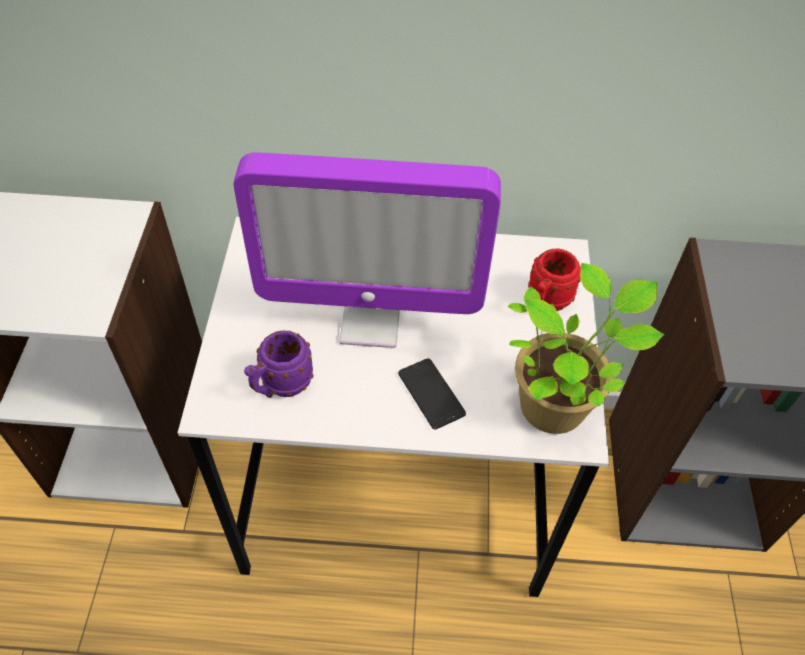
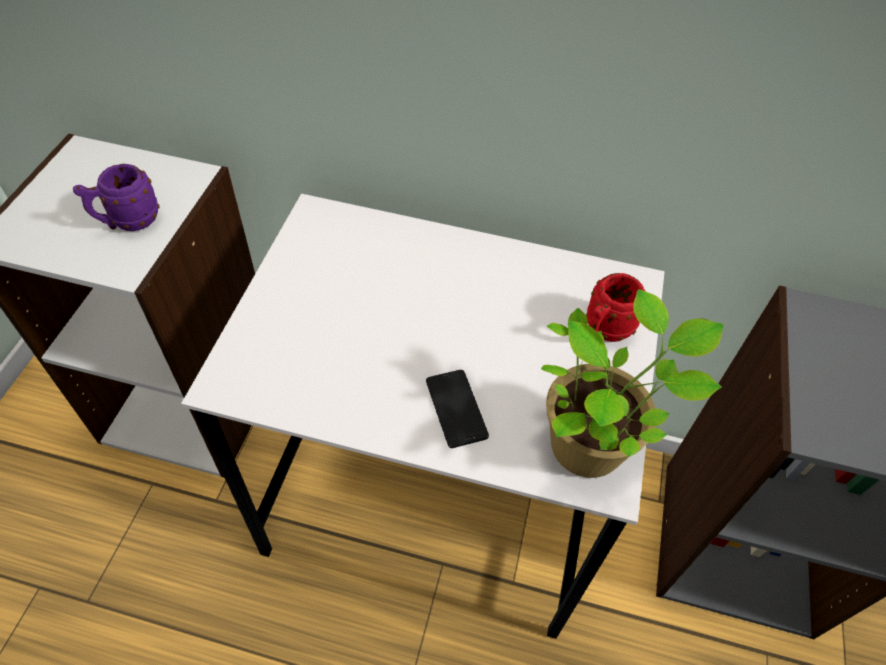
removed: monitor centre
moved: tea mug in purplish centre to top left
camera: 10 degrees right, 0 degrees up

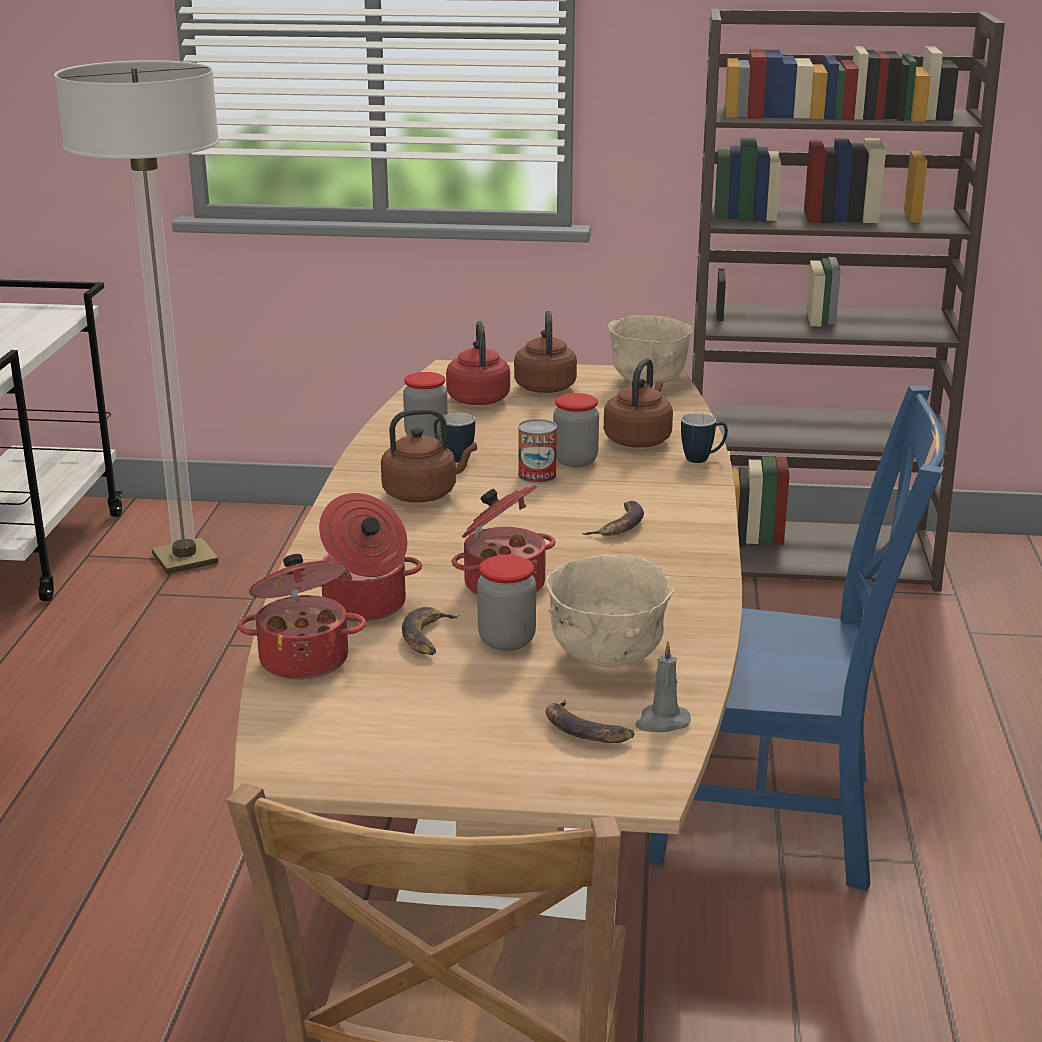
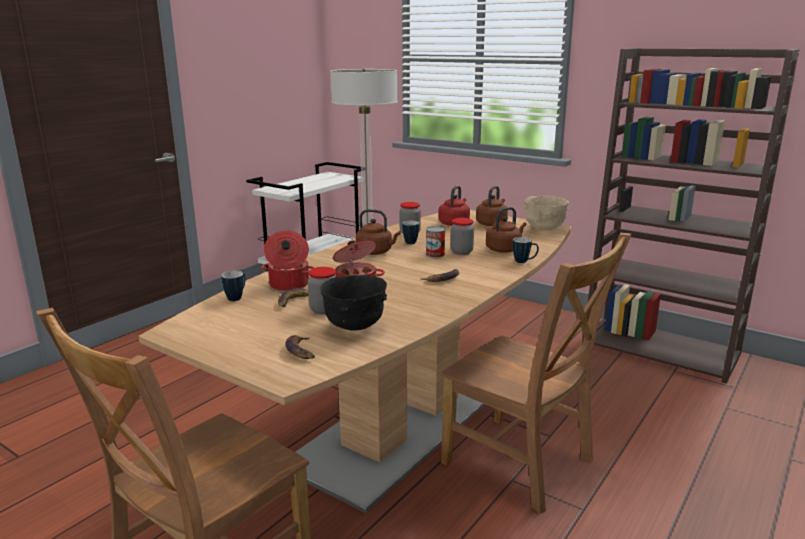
removed: candle in gray centre
replaced: stockpot (1st from left) middle left to tea mug (1st from left) middle left
recoloured: upright chair in bluish middle right to upright chair in brown-coloured (2nd from left) bottom centre; serving bowl in sand-coloured (1st from left) centre to serving bowl in black centre
camera: 30 degrees right, 5 degrees down

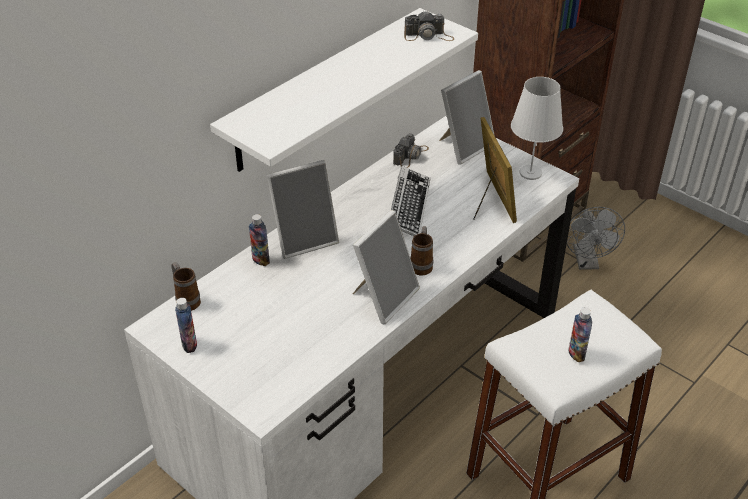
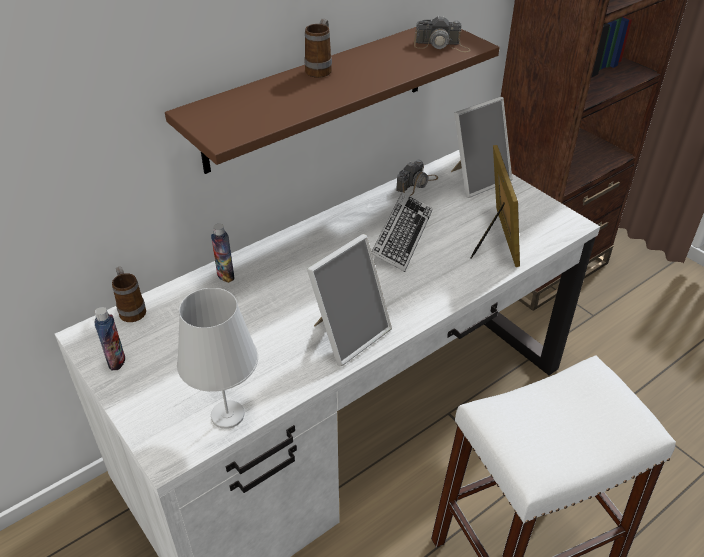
removed: photo frame (1st from left) centre; cooling fan in gray middle right; drink bottle (3rd from left) bottom right
moved: lamp for a table in whitish top right to middle left; tea mug (2nd from left) centre to top centre
recoloured: bracket shelf in whitish top centre to bracket shelf in brown-coloured top centre
camera: 10 degrees right, 0 degrees up

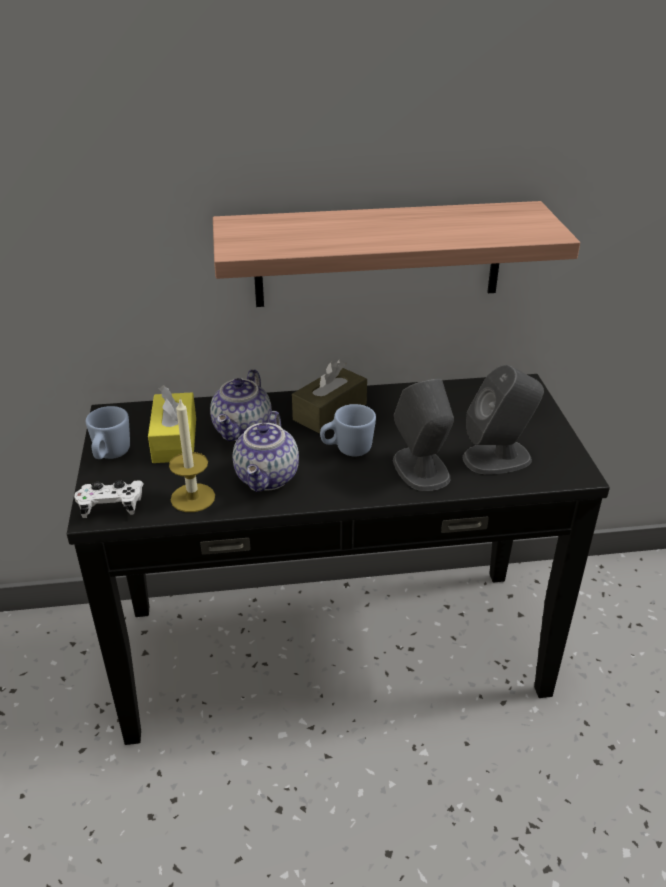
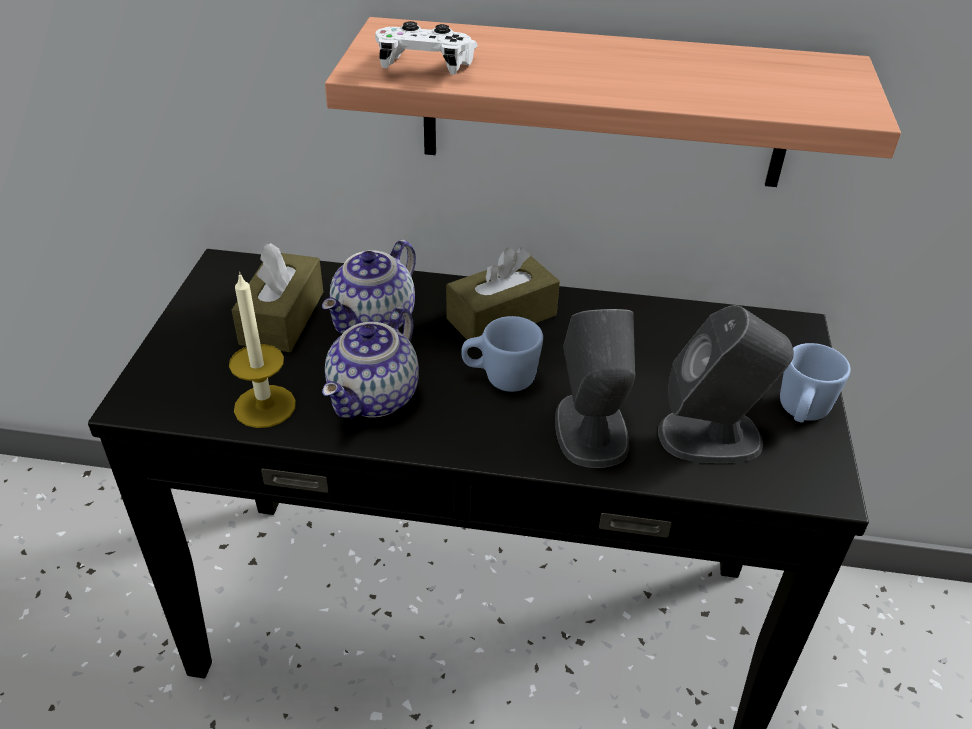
moved: tea mug in bluish (1st from left in the first image) middle left to tea mug in bluish (2nd from left) middle right; game controller in whitish middle left to top centre
recoloured: tissue holder in yellow-coloured middle left to tissue holder in brown-coloured (1st from left) middle left
camera: 15 degrees right, 5 degrees up

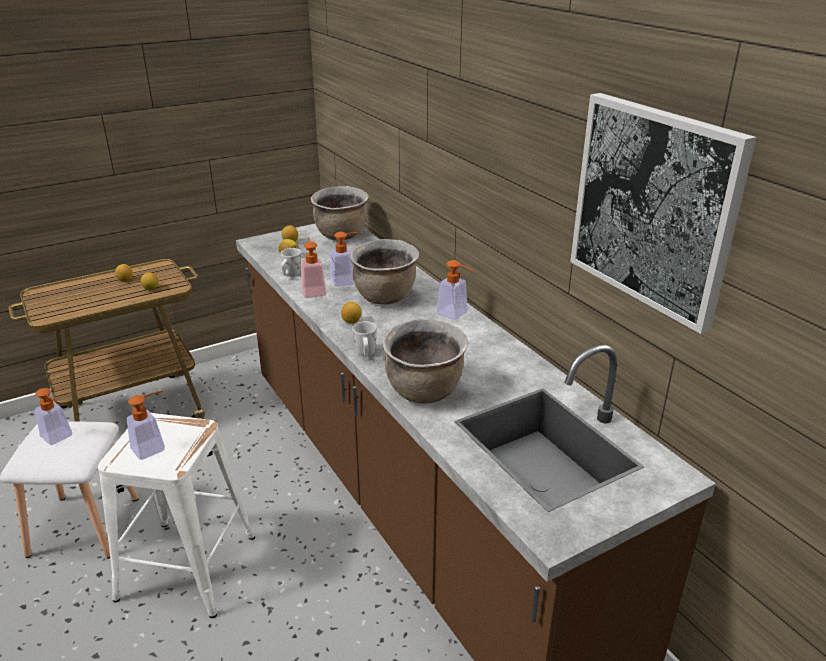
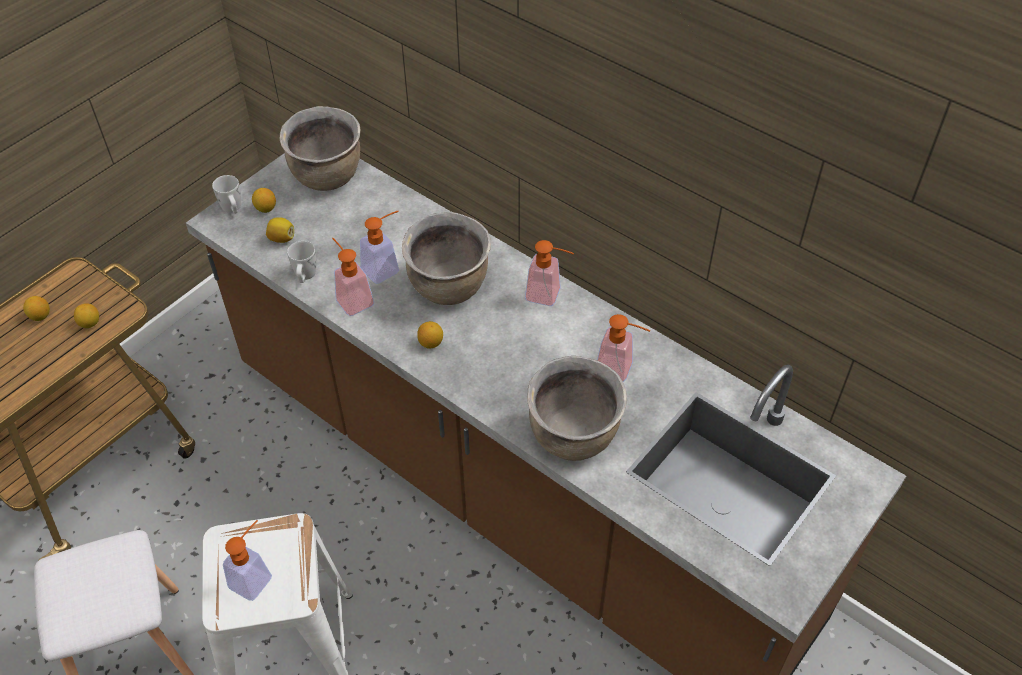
removed: picture top right
moved: tea mug in whitish (2nd from left in the first image) centre to tea mug in whitish (1st from left) top left; liquid soap bottle (1st from left in the first image) middle left to liquid soap bottle (5th from left) centre
camera: 20 degrees left, 20 degrees up

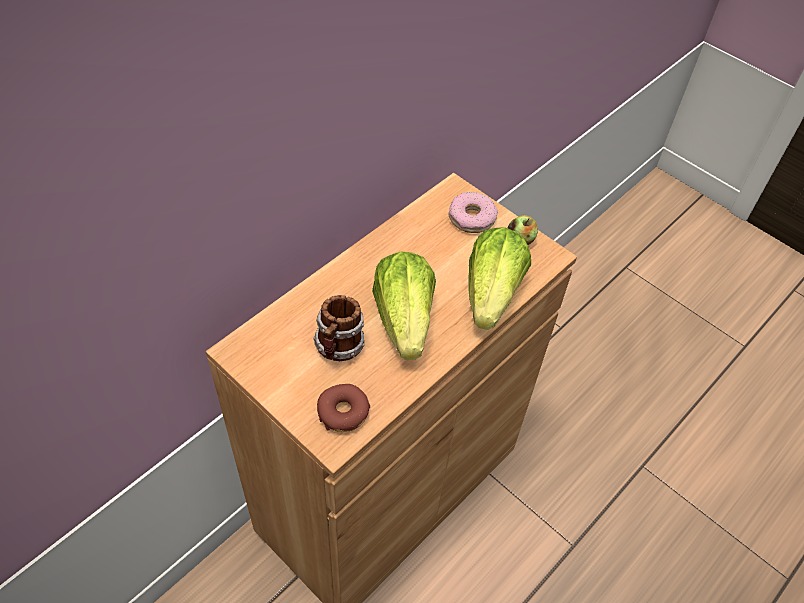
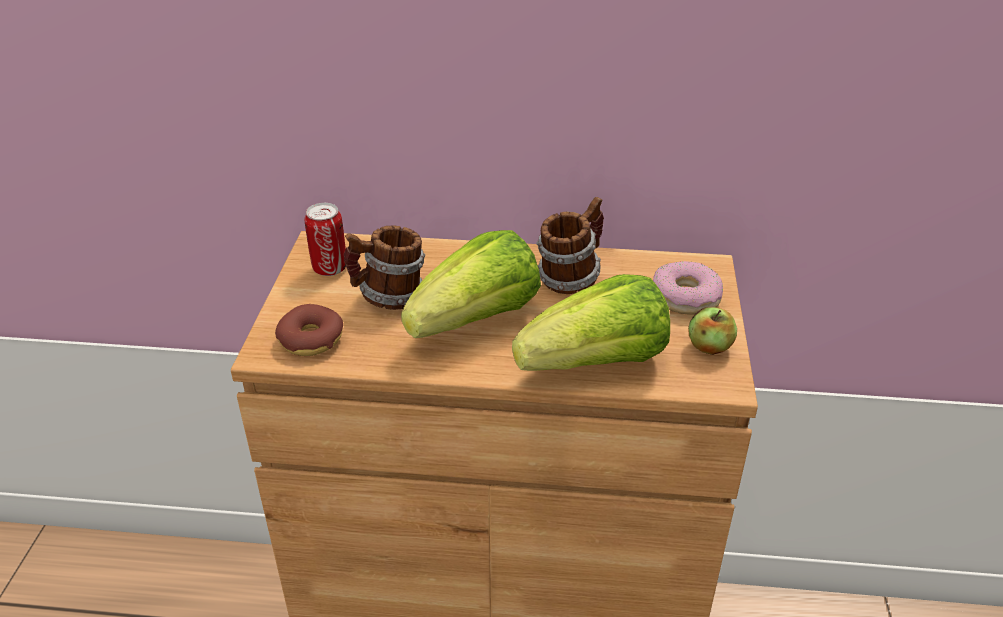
added: tea mug (2nd from left) centre; sealed can middle left
camera: 55 degrees right, 15 degrees down

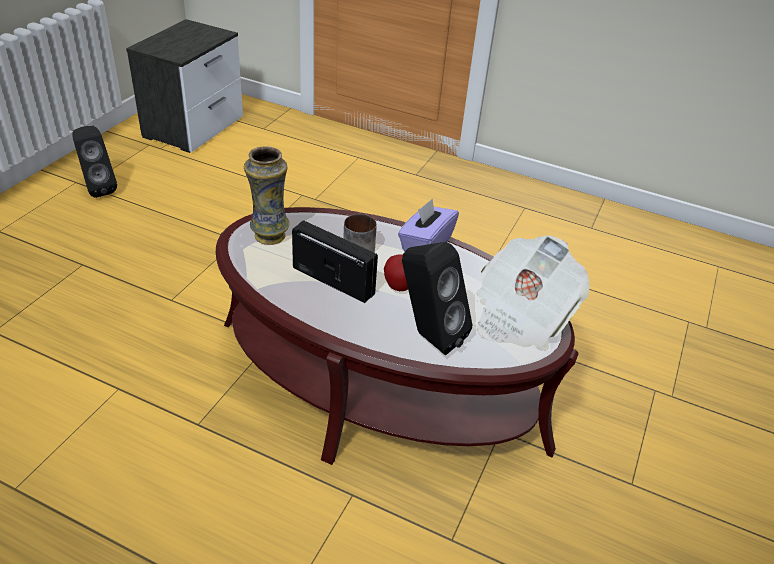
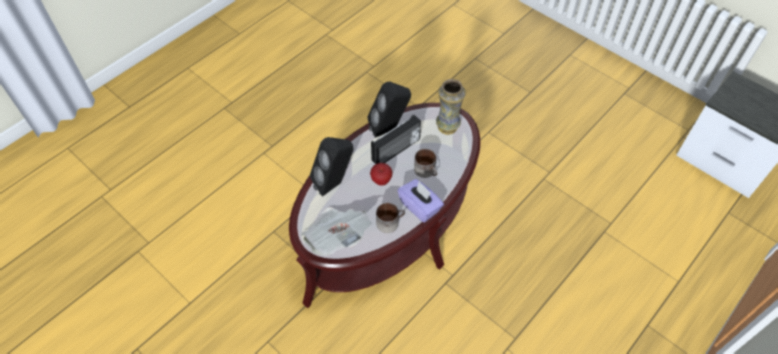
added: tea mug (1st from left) centre
moved: audio speaker in black (1st from left in the first image) top left to audio speaker in black (2nd from left) top centre
camera: 110 degrees right, 15 degrees up

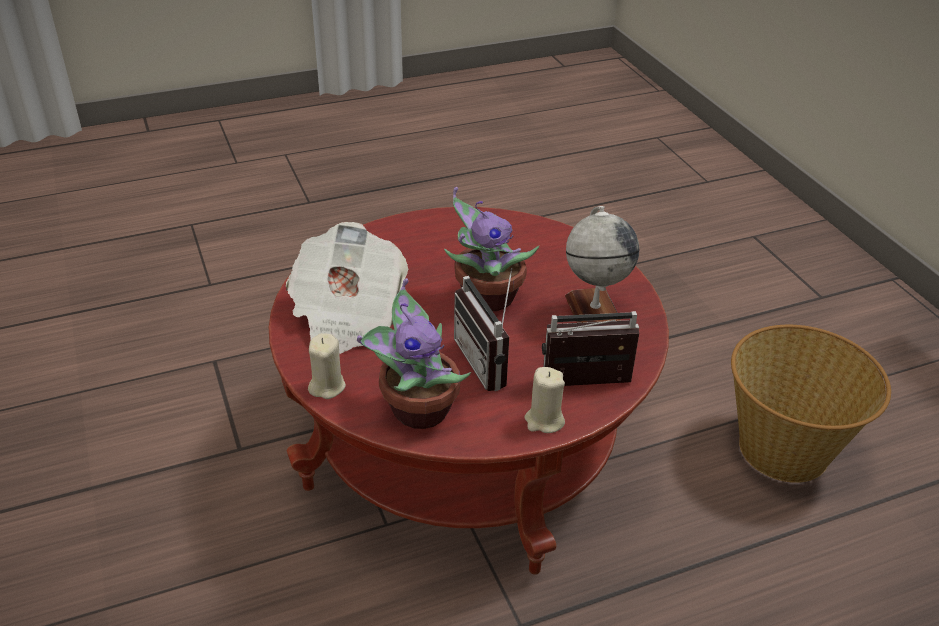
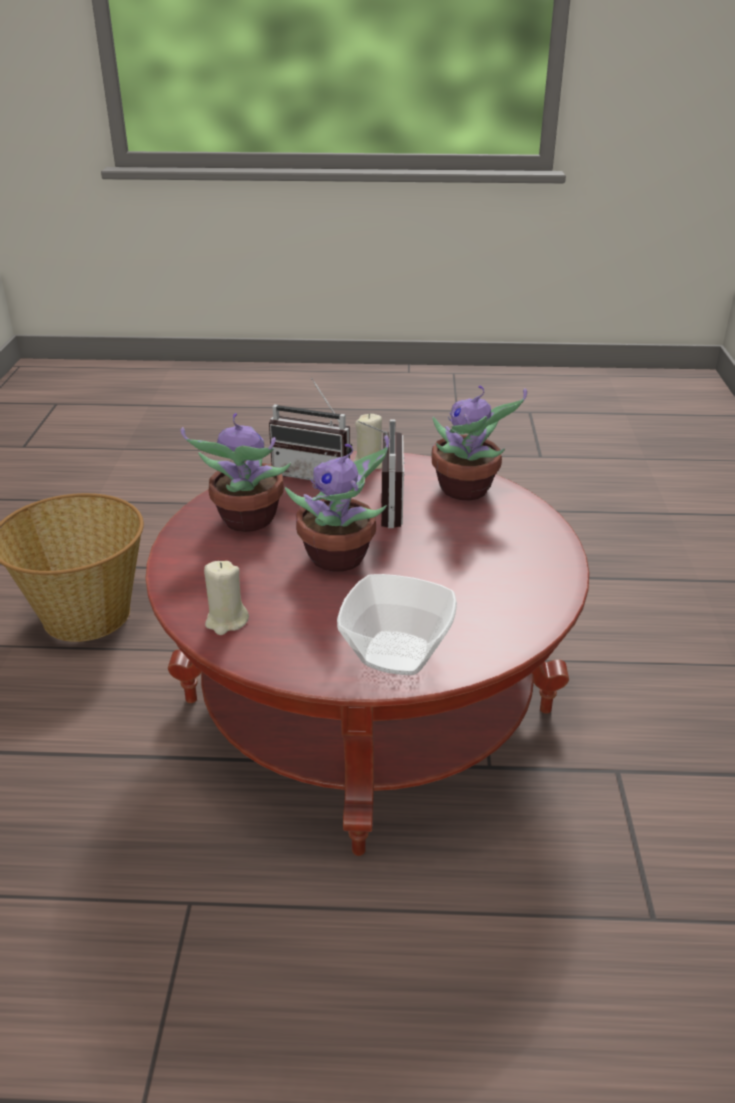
removed: newspaper centre
added: serving bowl centre
moved: candle in sand-coloured (1st from left) centre to middle left
replaced: world globe centre to potted plant (1st from left) middle left
camera: 155 degrees left, 5 degrees down

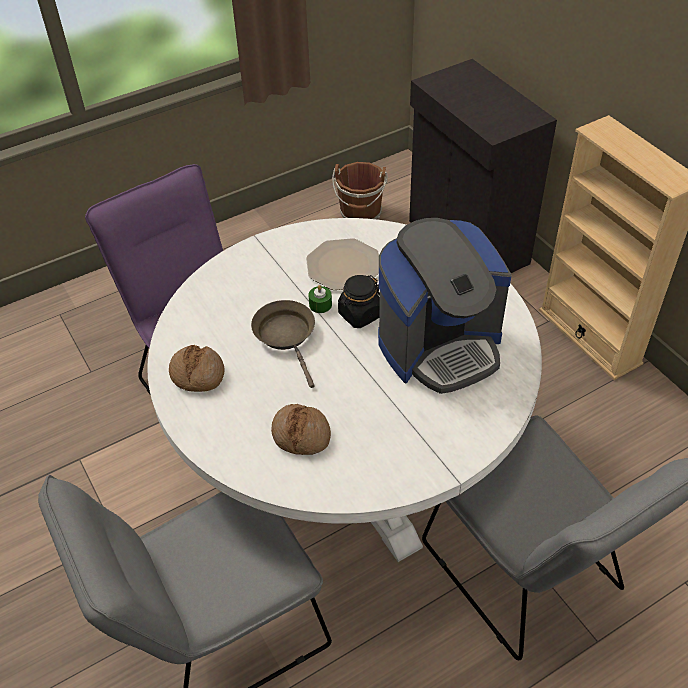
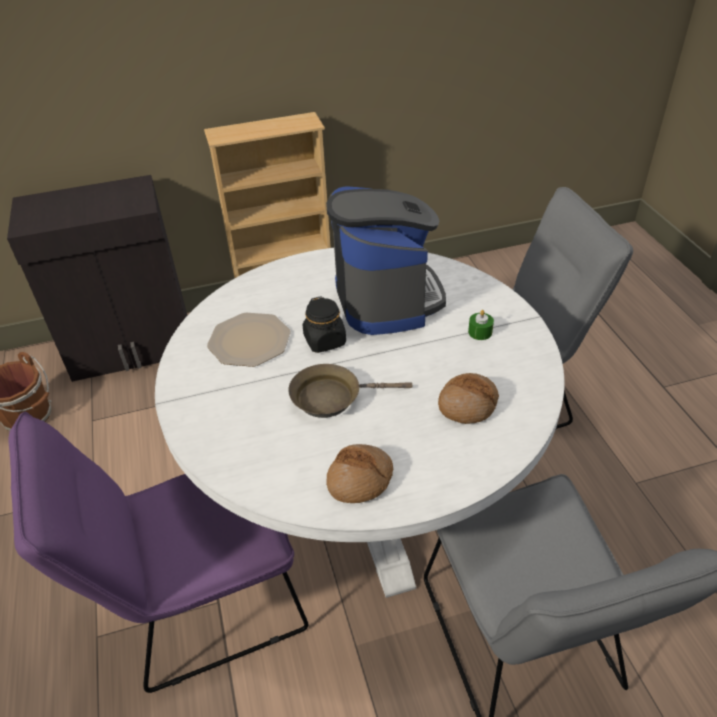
moved: candle in green centre to middle right
camera: 75 degrees left, 5 degrees down

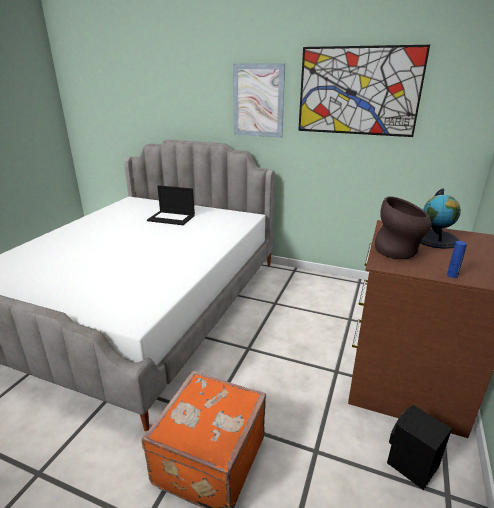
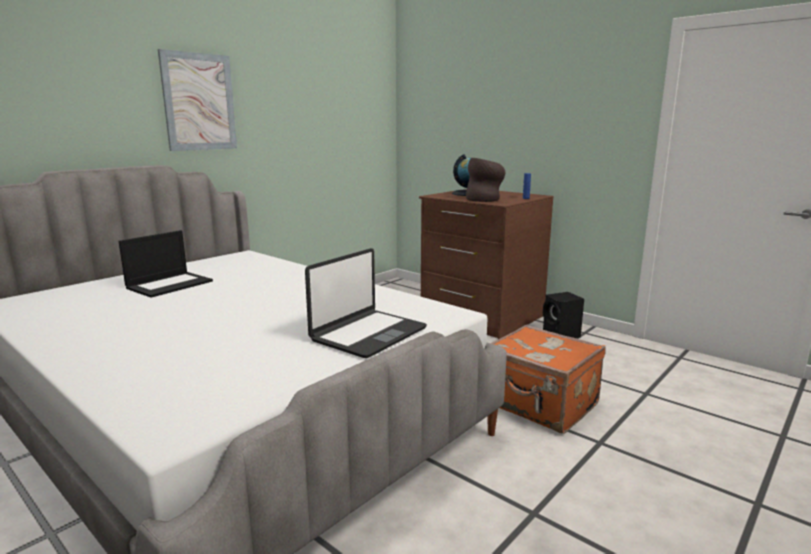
removed: picture (2nd from left) top right
added: laptop (2nd from left) centre
camera: 70 degrees left, 10 degrees down

